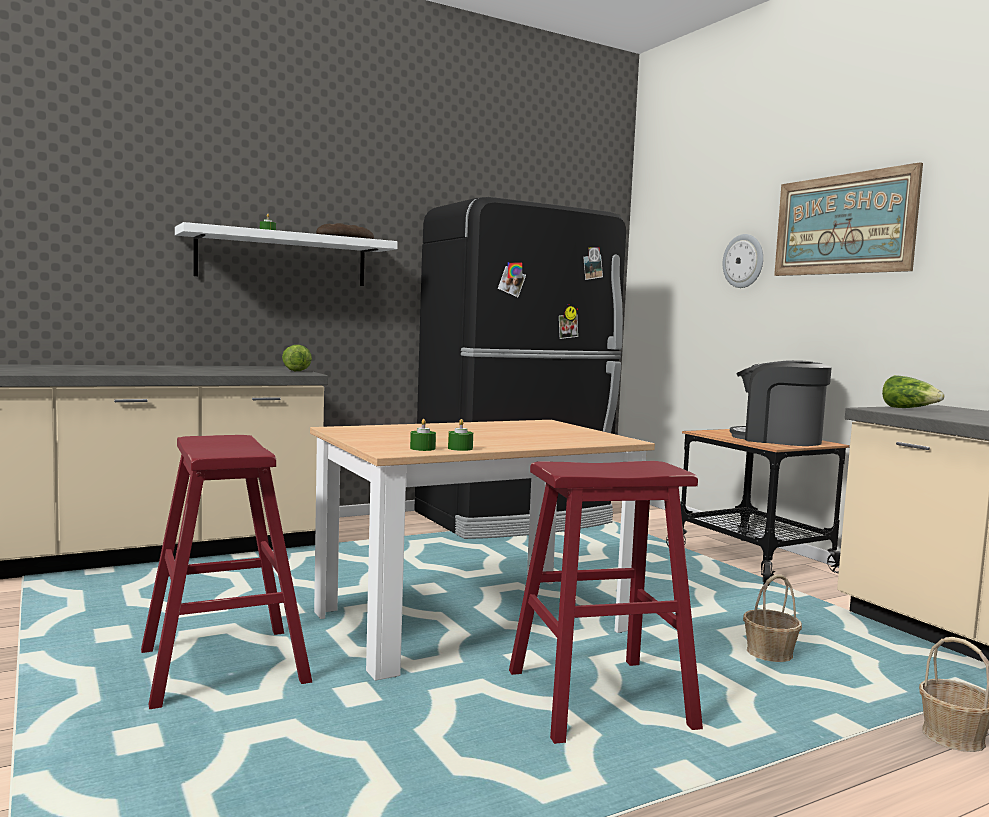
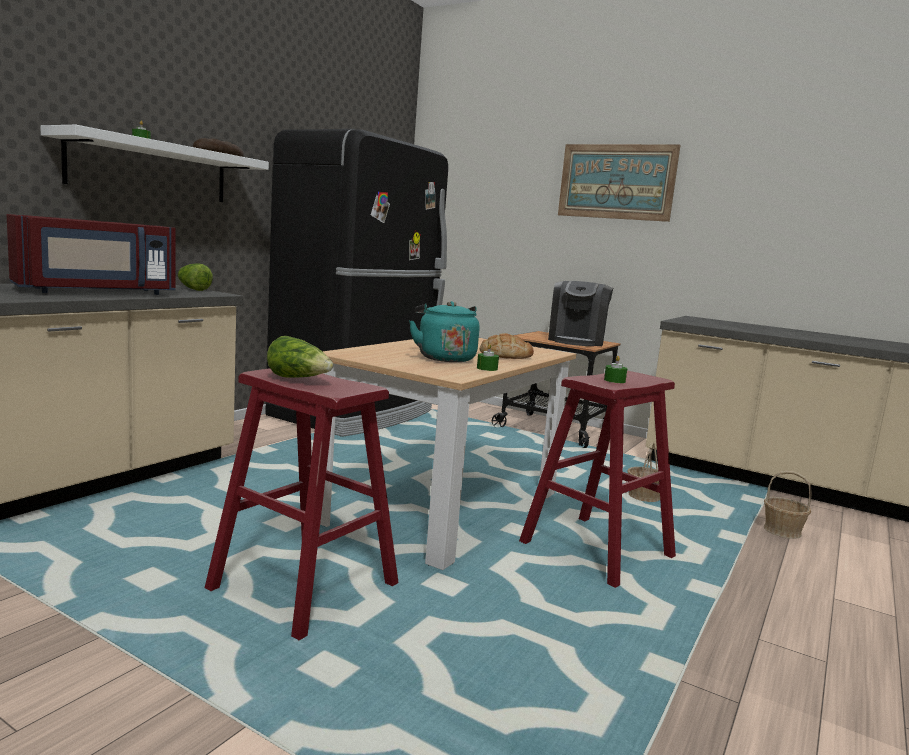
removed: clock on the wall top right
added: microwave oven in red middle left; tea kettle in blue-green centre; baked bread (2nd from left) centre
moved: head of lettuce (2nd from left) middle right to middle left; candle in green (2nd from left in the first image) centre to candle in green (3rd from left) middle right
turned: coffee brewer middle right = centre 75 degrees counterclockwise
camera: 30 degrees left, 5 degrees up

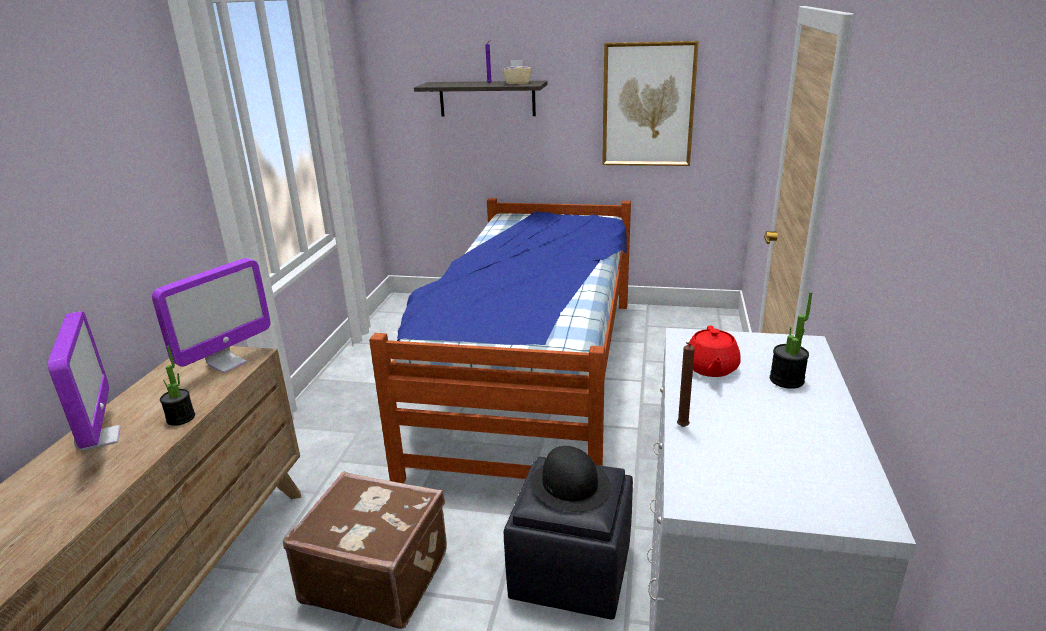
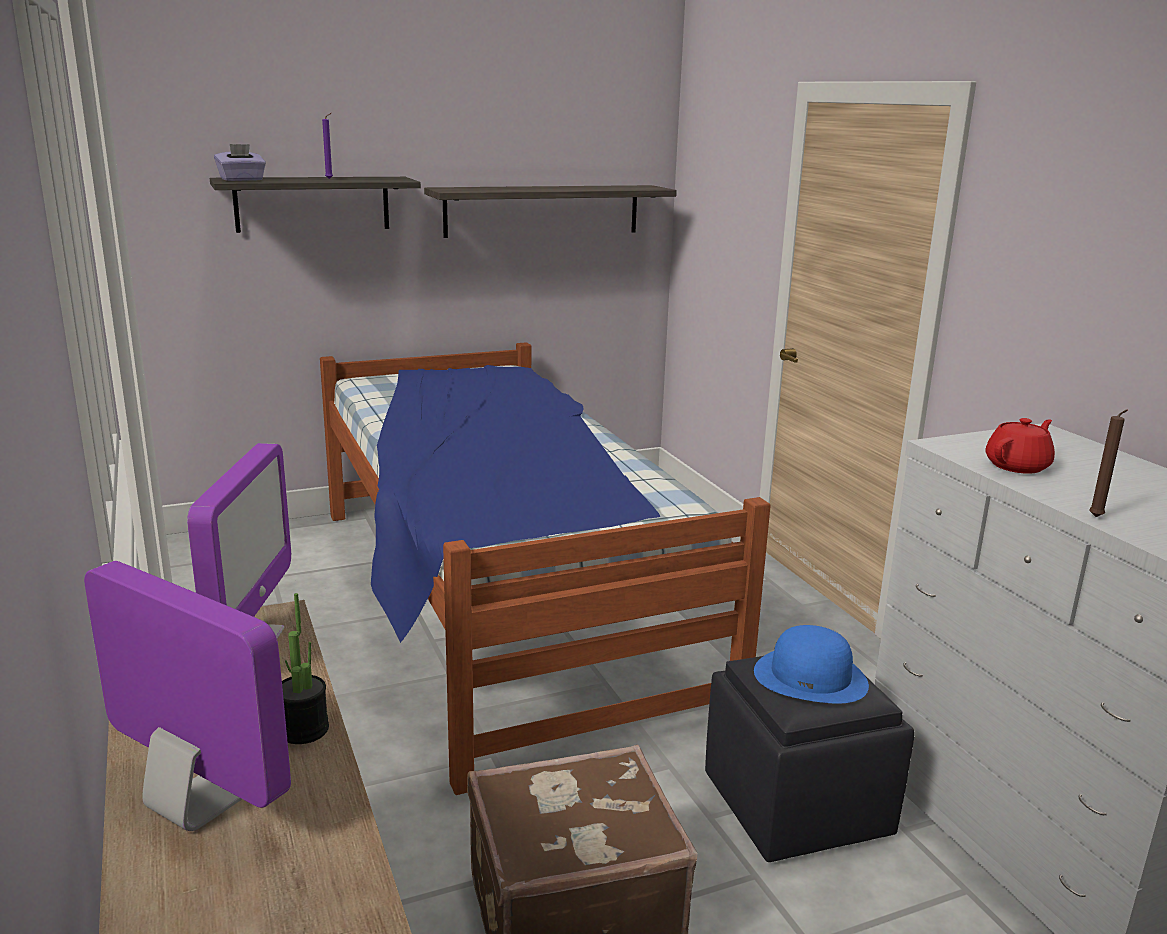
removed: tissue holder in sand-coloured top centre; potted plant (2nd from left) middle right
added: tissue holder in purplish top left
replaced: picture top centre to bracket shelf (2nd from left) top centre
recoloured: hat in black bottom centre to hat in bluish bottom right
turned: teapot in red middle right = middle right 105 degrees counterclockwise
camera: 35 degrees left, 5 degrees down

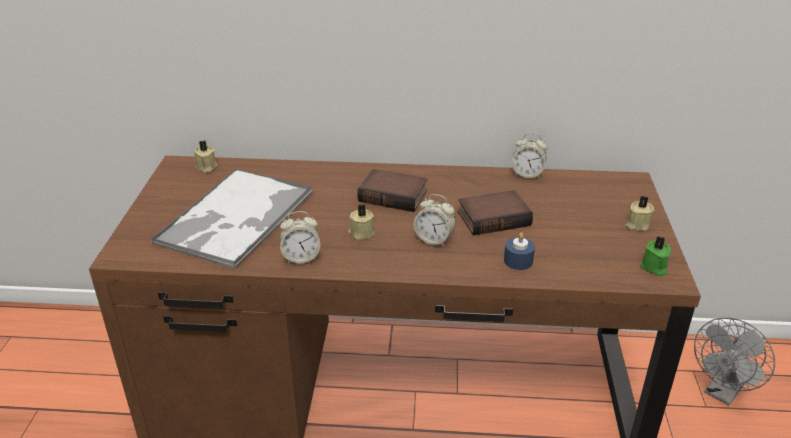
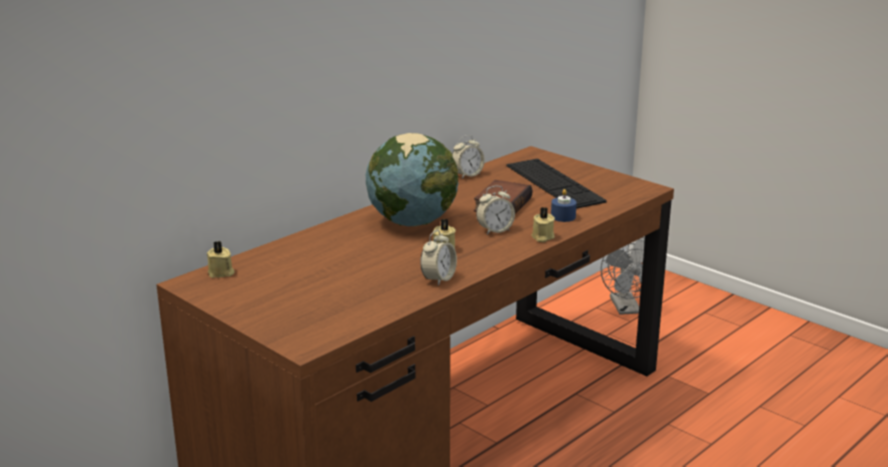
removed: carrying tray middle left; candle in green middle right
added: computer keyboard centre
moved: candle in sand-coloured (3rd from left) middle right to centre
replaced: book (1st from left) centre to world globe centre
camera: 50 degrees left, 10 degrees down

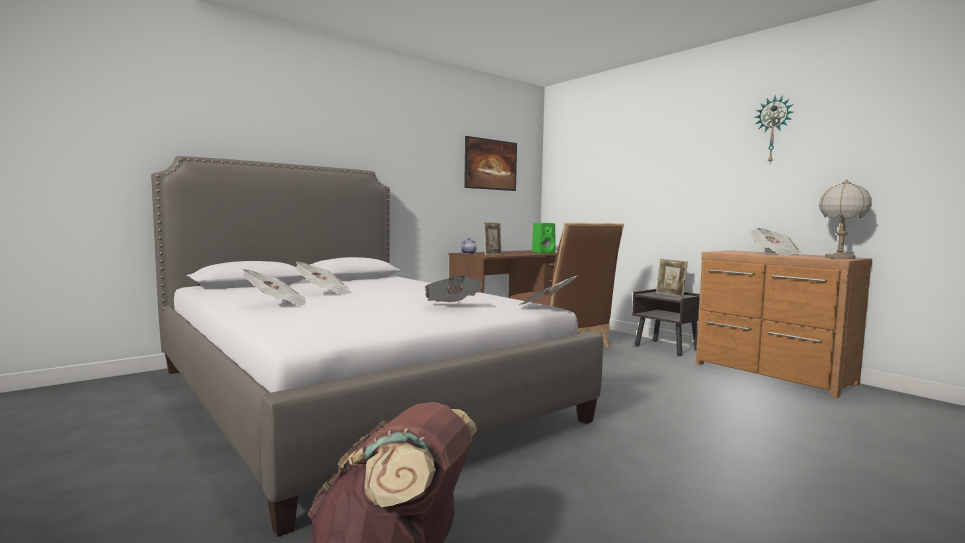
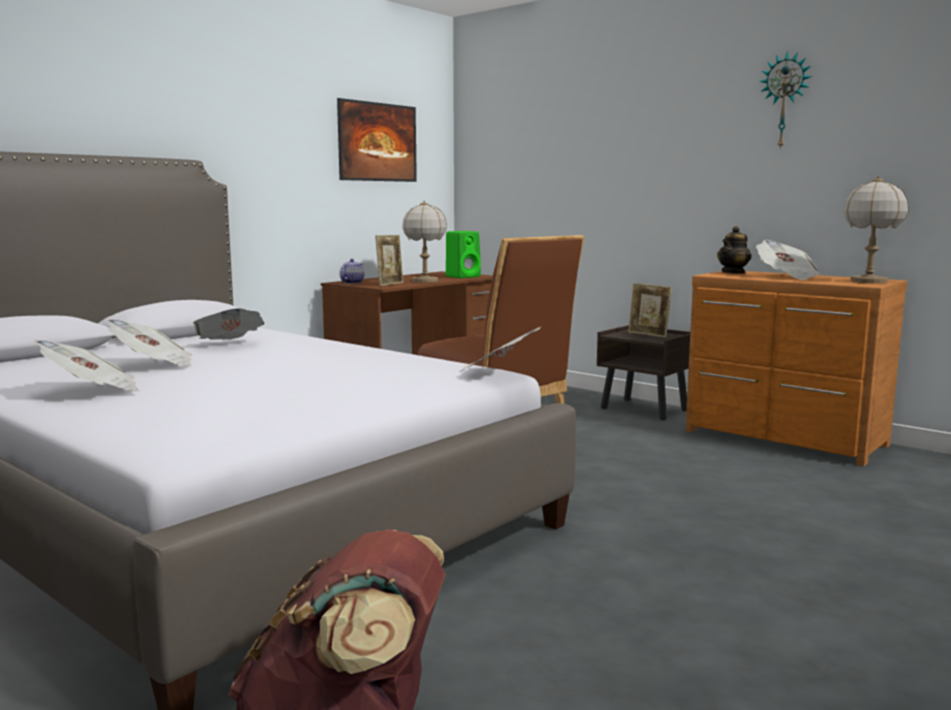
added: lamp for a table (1st from left) centre; teapot (2nd from left) middle right
moved: newspaper (3rd from left) centre to middle left
camera: 10 degrees left, 5 degrees up

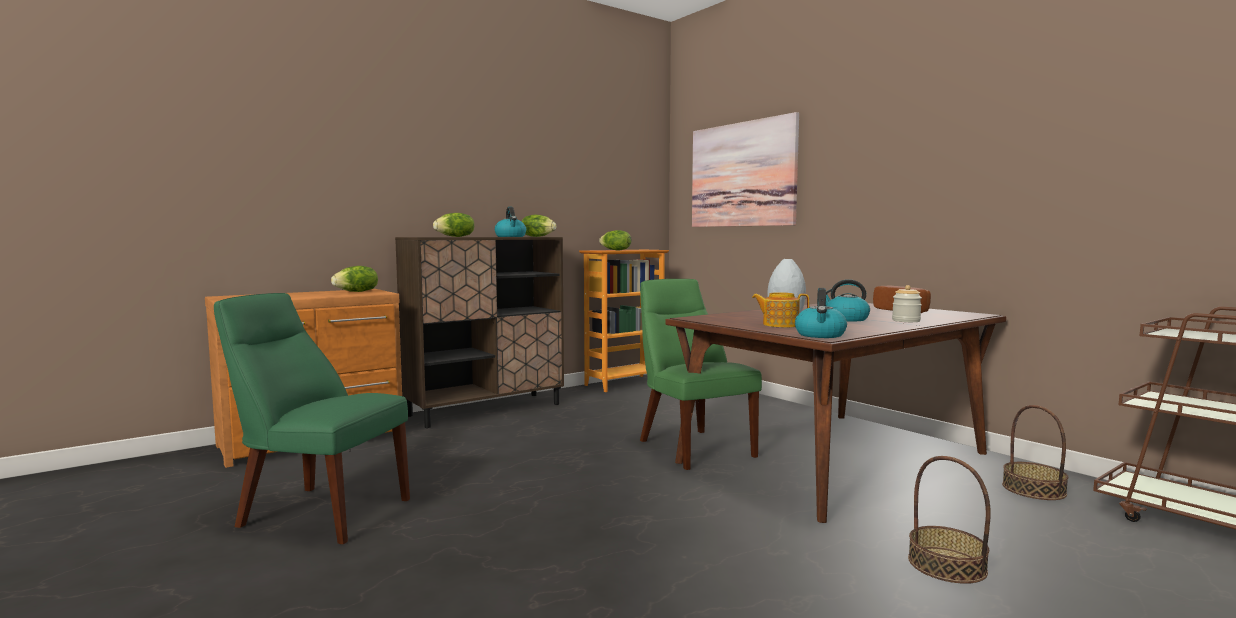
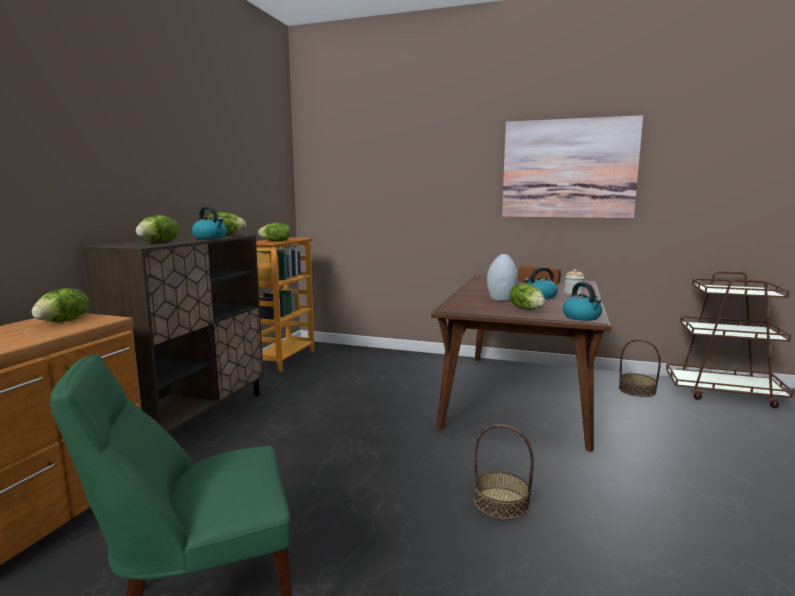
removed: upright chair in green (2nd from left) centre
moved: picture top centre to top right; basket (1st from left) bottom right to bottom centre
replaced: teapot centre to head of lettuce (5th from left) centre
camera: 35 degrees left, 5 degrees up

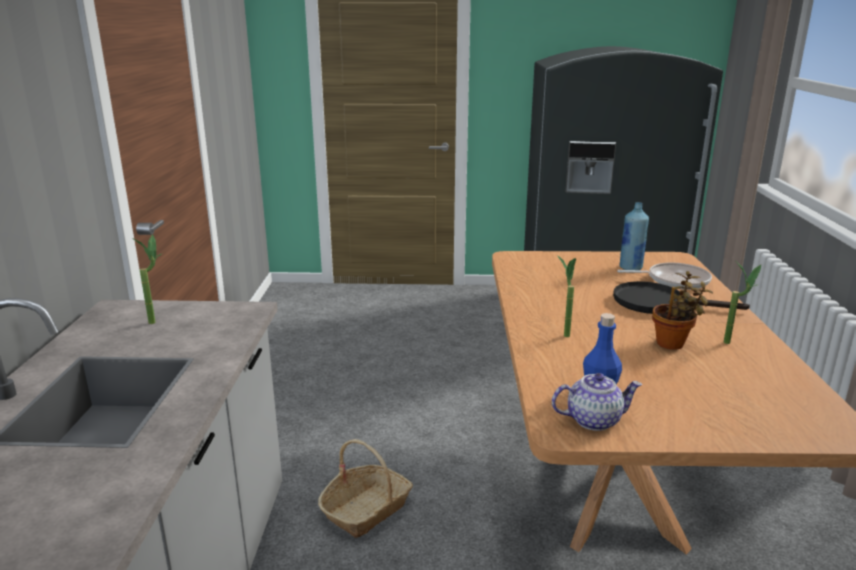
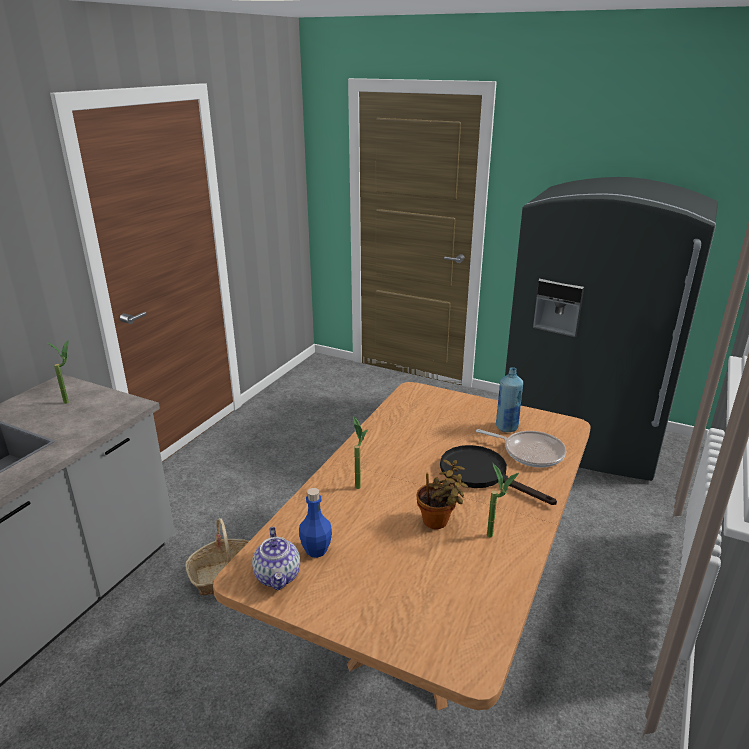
turned: teapot bottom right = bottom centre 60 degrees clockwise
camera: 25 degrees right, 5 degrees up

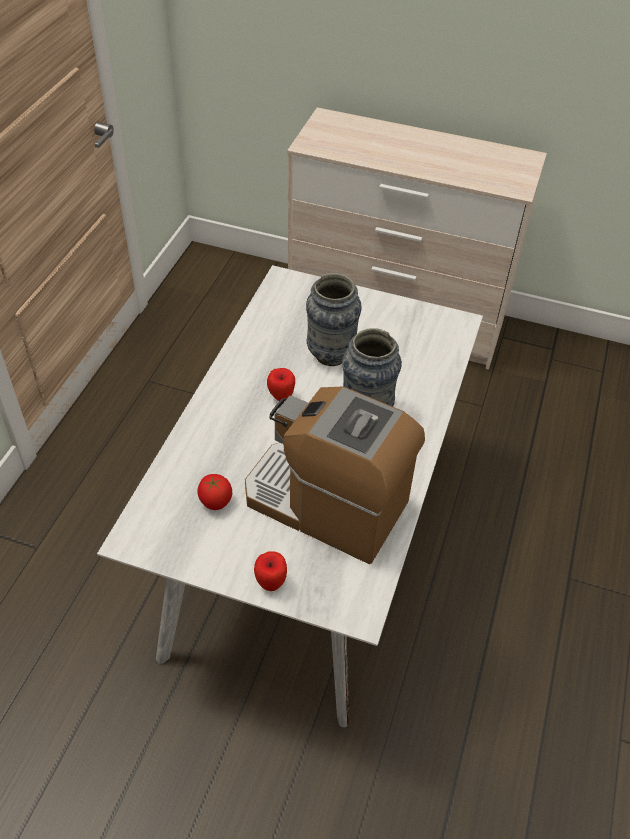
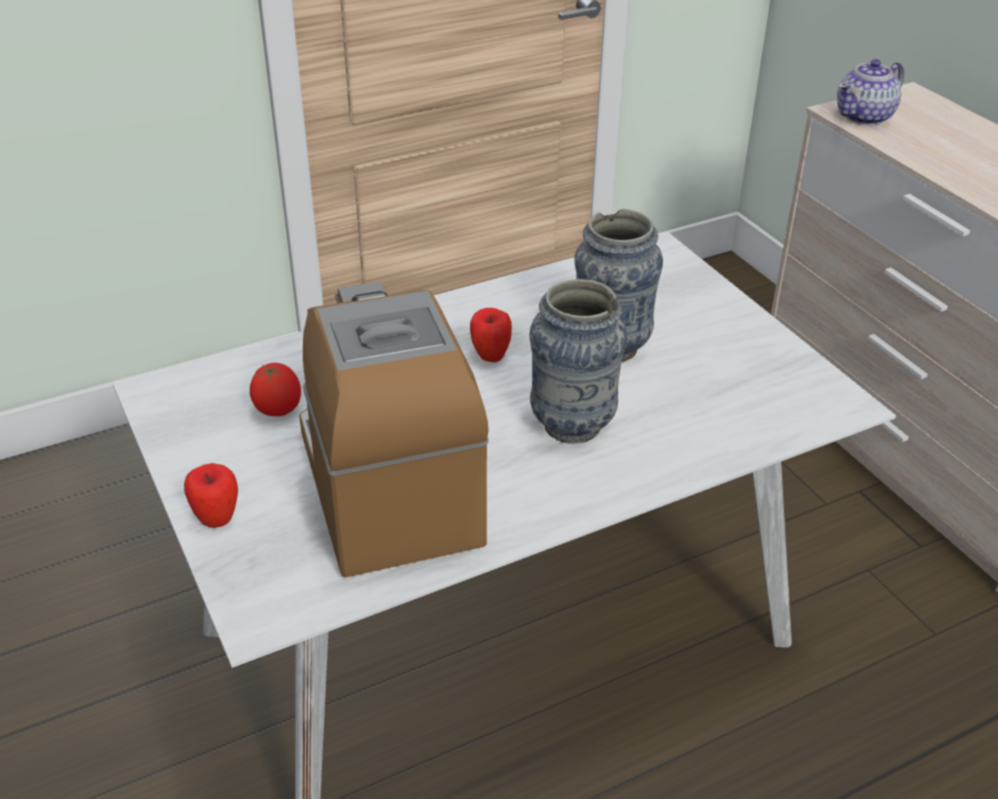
added: teapot top right
camera: 45 degrees right, 10 degrees down

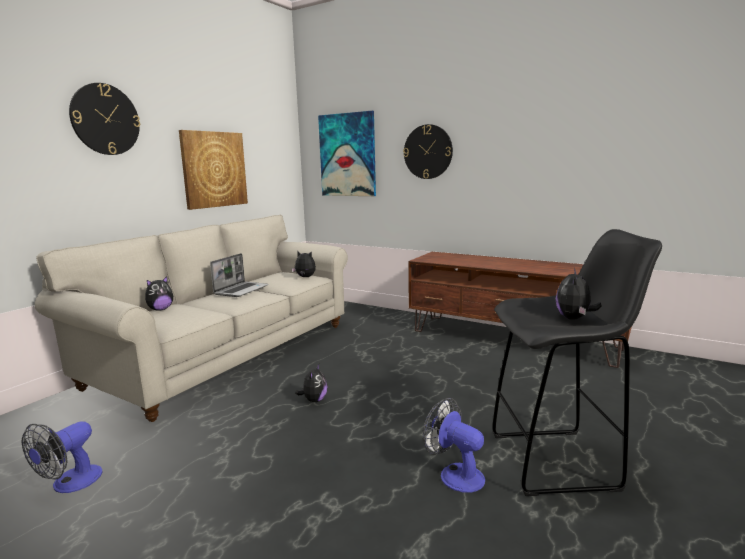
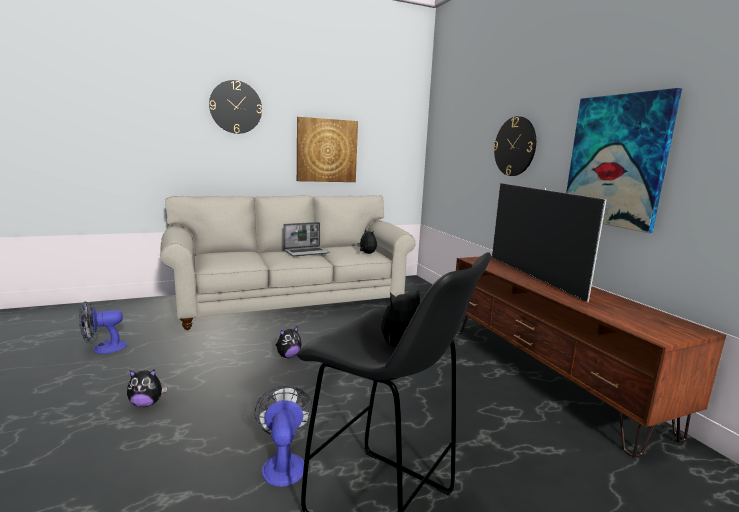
added: TV middle right
moved: picture (2nd from left) top centre to top right; plush toy (1st from left) middle left to bottom left
camera: 35 degrees right, 0 degrees up

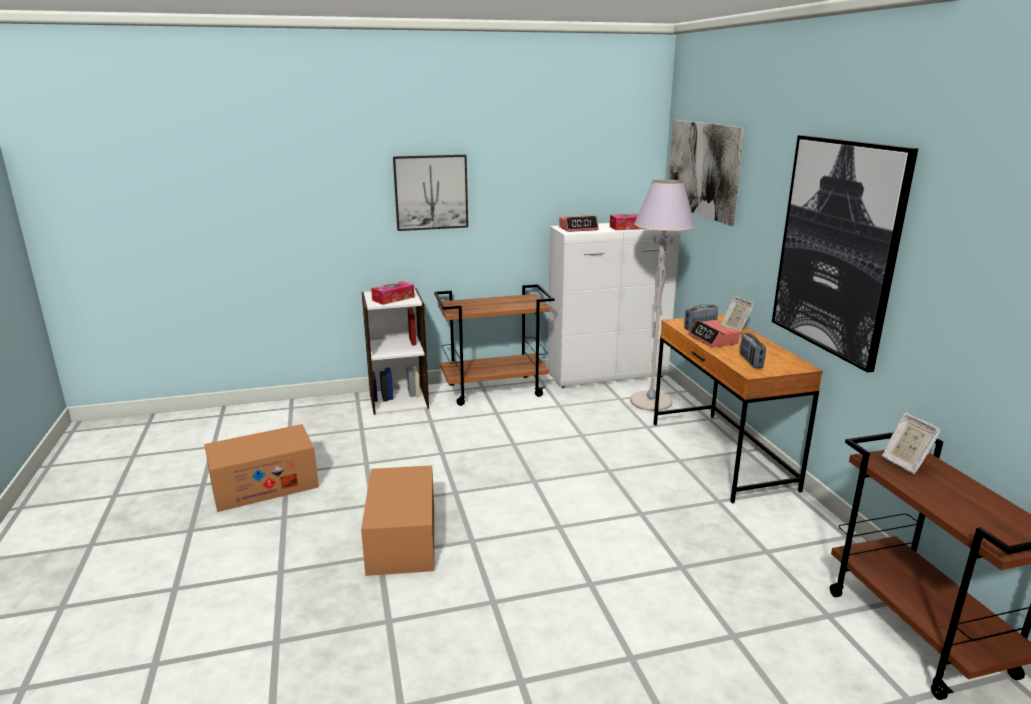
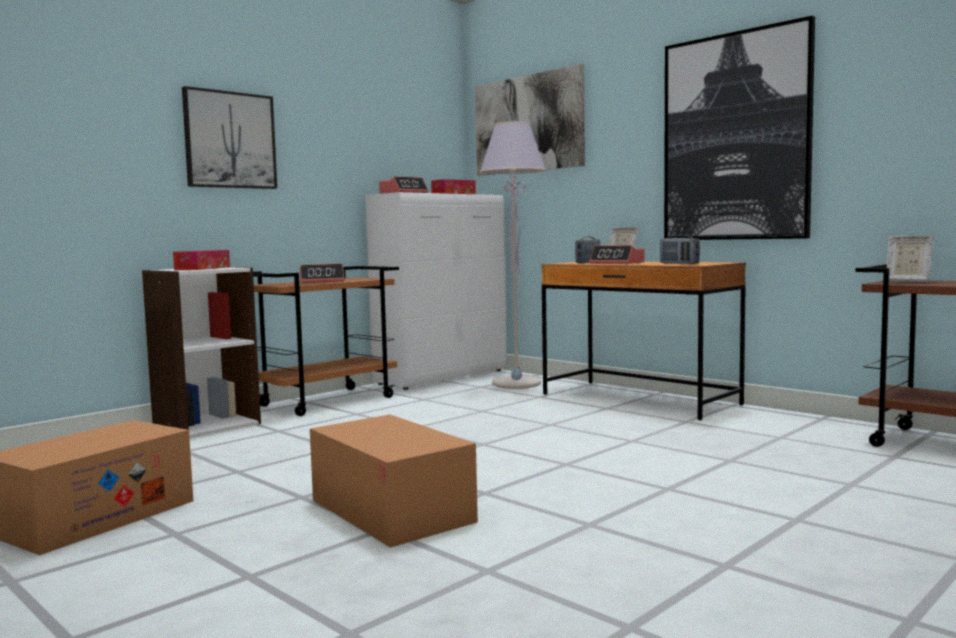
added: alarm clock (1st from left) centre
camera: 30 degrees left, 15 degrees down

